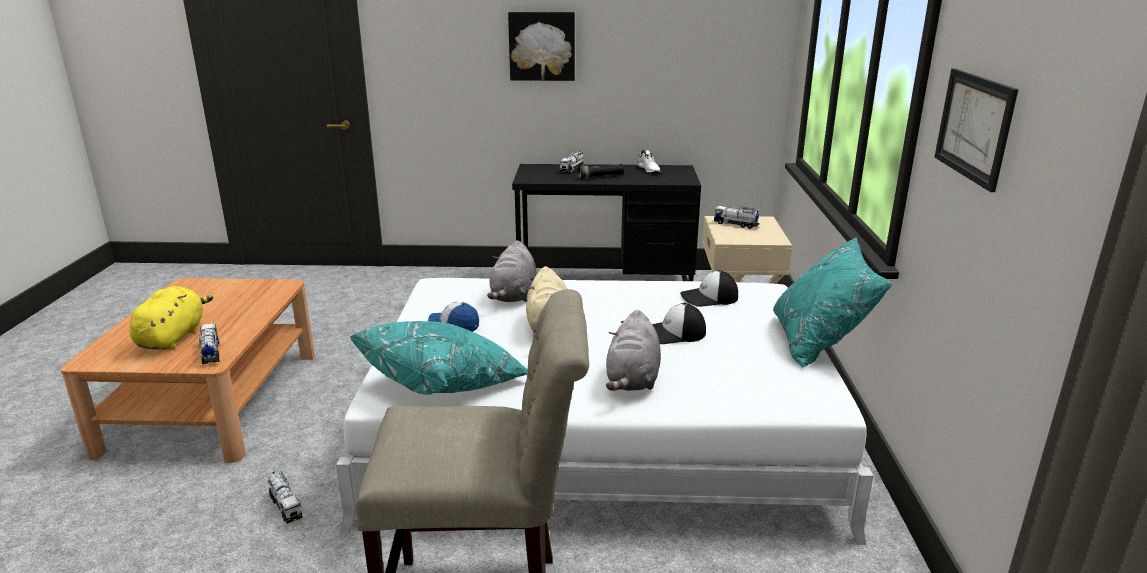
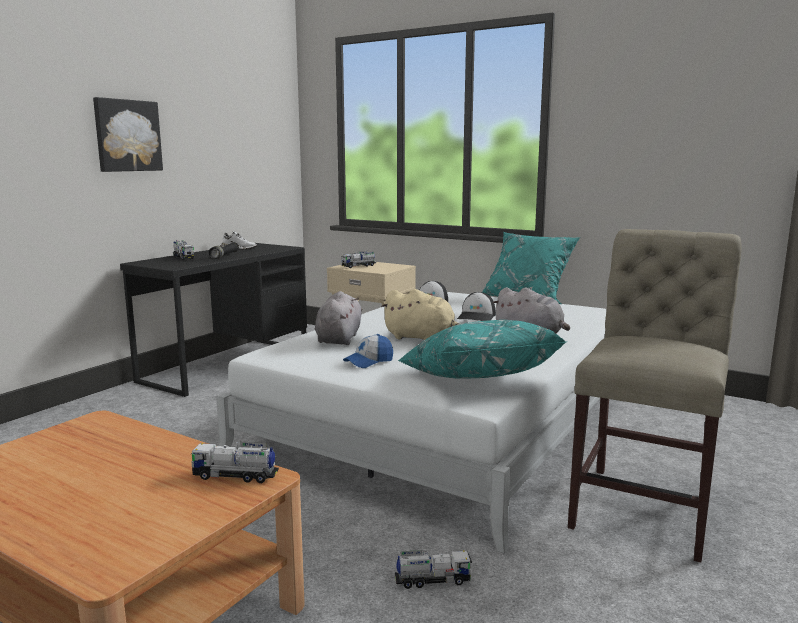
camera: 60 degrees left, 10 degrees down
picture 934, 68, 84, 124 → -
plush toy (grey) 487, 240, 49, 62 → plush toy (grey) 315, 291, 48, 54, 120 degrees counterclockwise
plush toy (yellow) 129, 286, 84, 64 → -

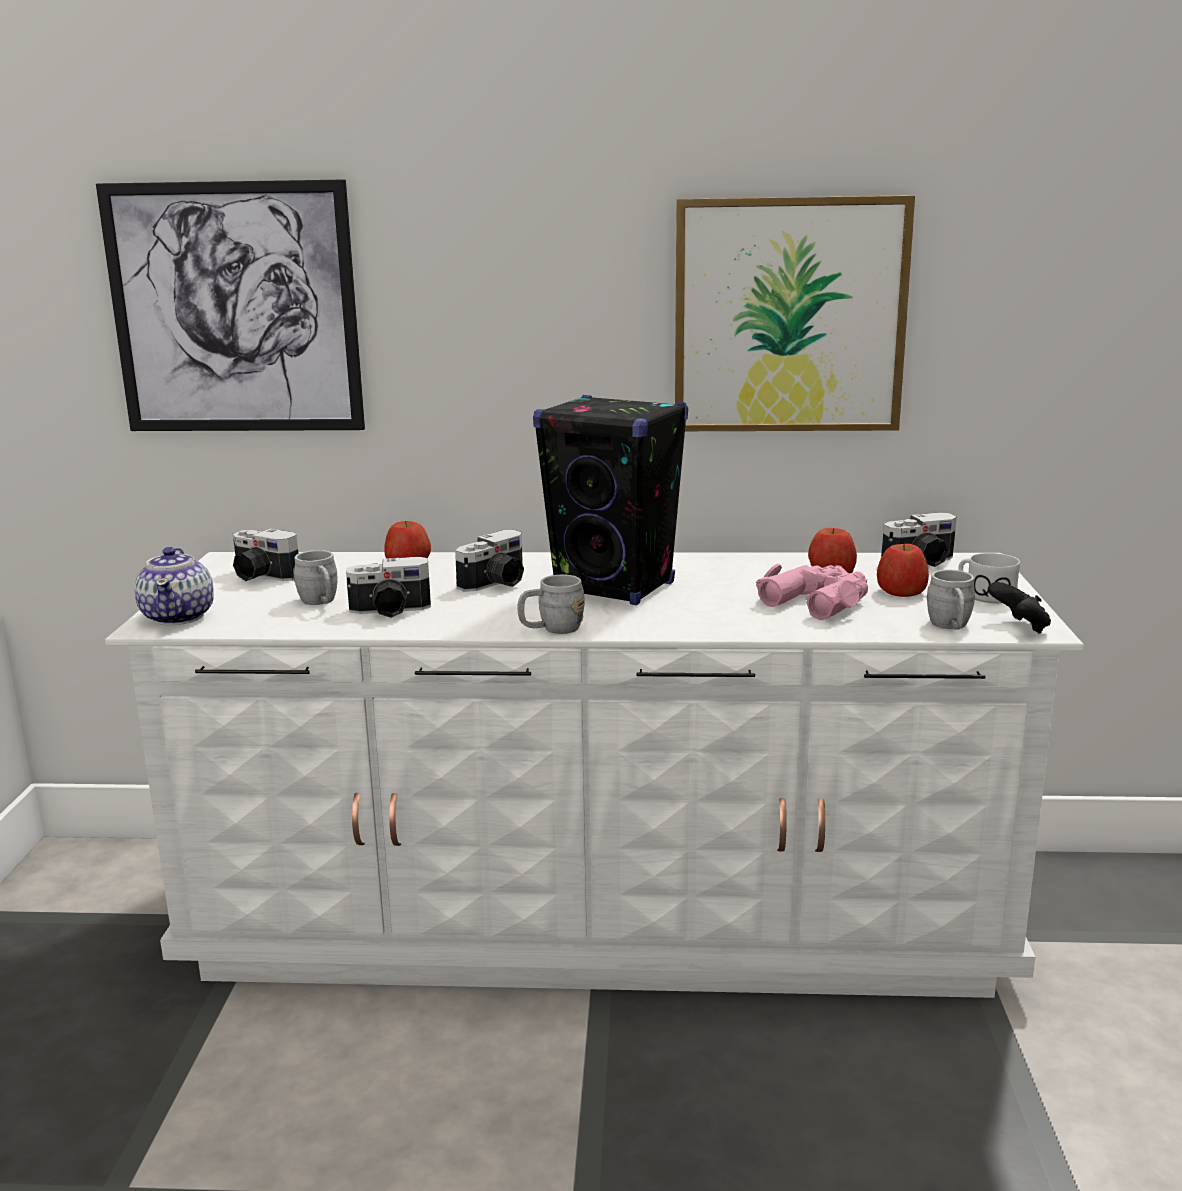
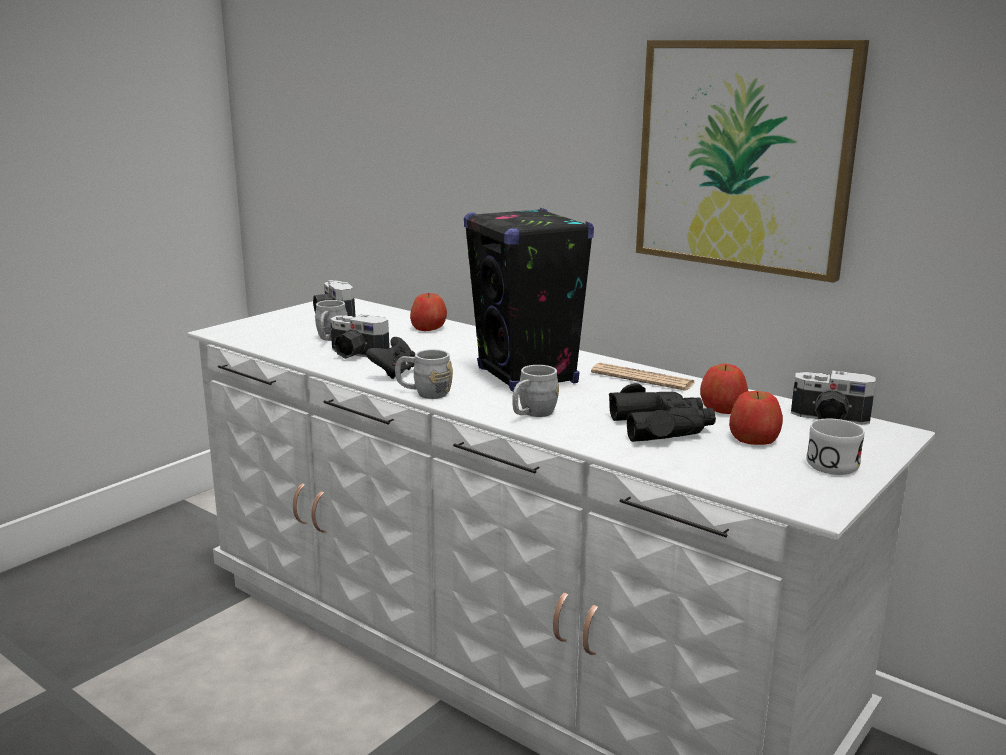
camera: 35 degrees right, 0 degrees up
picture 96, 179, 269, 252 → -
photo camera 455, 530, 69, 62 → -
teapot 135, 547, 79, 78 → -
binoculars (pink) 756, 564, 112, 56 → binoculars (black) 609, 383, 107, 59
mug (grey) 927, 570, 48, 60 → mug (grey) 512, 365, 47, 52, move
game controller (black) 988, 582, 63, 52 → game controller (black) 366, 337, 49, 42, move
- → newspaper 591, 363, 104, 28

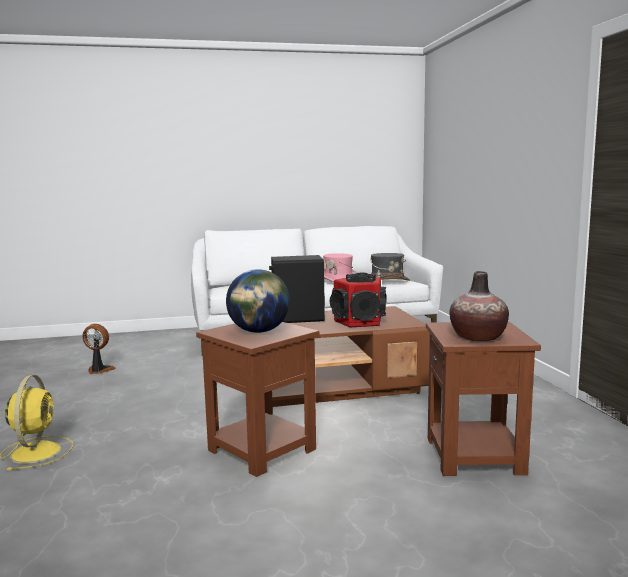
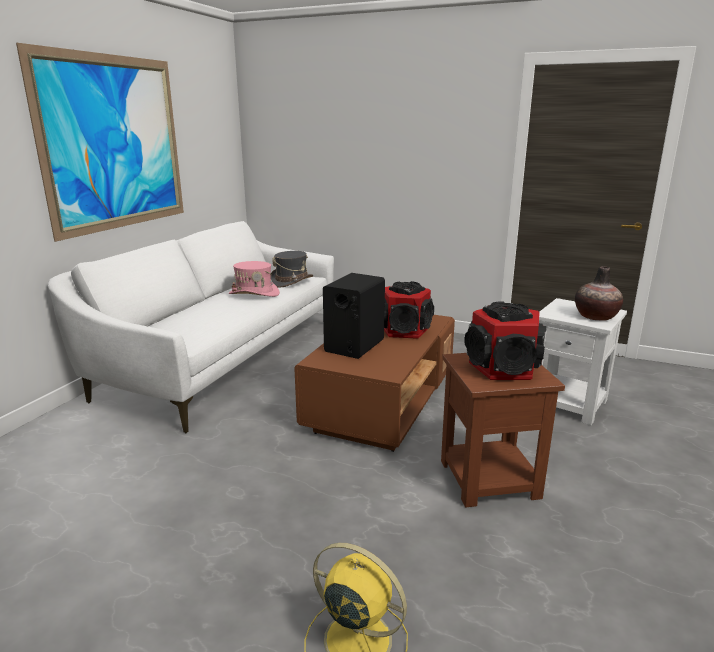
camera: 55 degrees left, 10 degrees up
globe 226, 269, 64, 64 → speaker 465, 301, 81, 79
side table (brown) 426, 321, 115, 155 → side table (white) 539, 298, 88, 127
fan 82, 324, 34, 50 → -
- → picture 16, 43, 168, 199

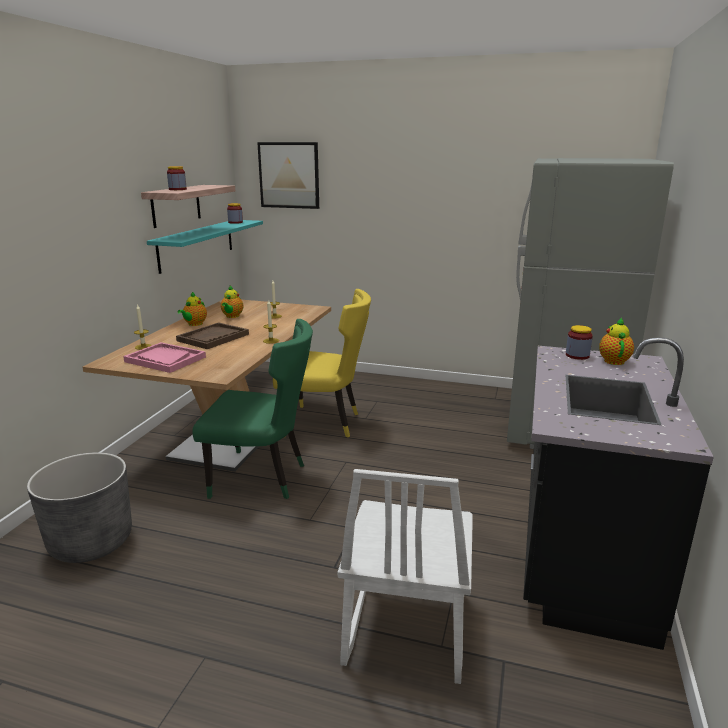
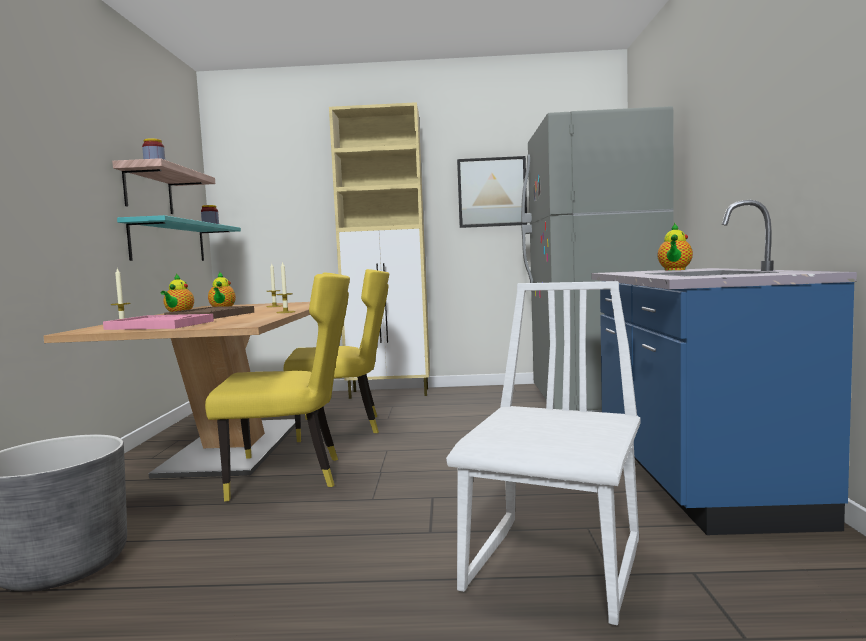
camera: 15 degrees left, 15 degrees down
picture 257, 142, 62, 67 → picture 457, 156, 70, 72, move
teapot 599, 318, 35, 47 → teapot 658, 223, 35, 47, 150 degrees counterclockwise
chair (green) 192, 319, 121, 180 → chair (yellow) 205, 272, 145, 229
jar 566, 325, 27, 35 → -
counter (black) 523, 338, 191, 312 → counter (blue) 592, 200, 265, 335
chair (white) 338, 469, 135, 215 → chair (white) 446, 281, 194, 344, 150 degrees counterclockwise
- → cabinet (beige) 329, 102, 101, 297

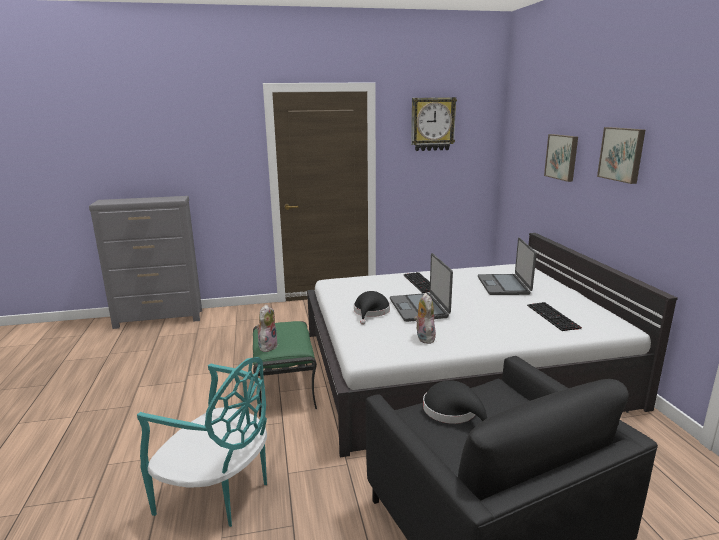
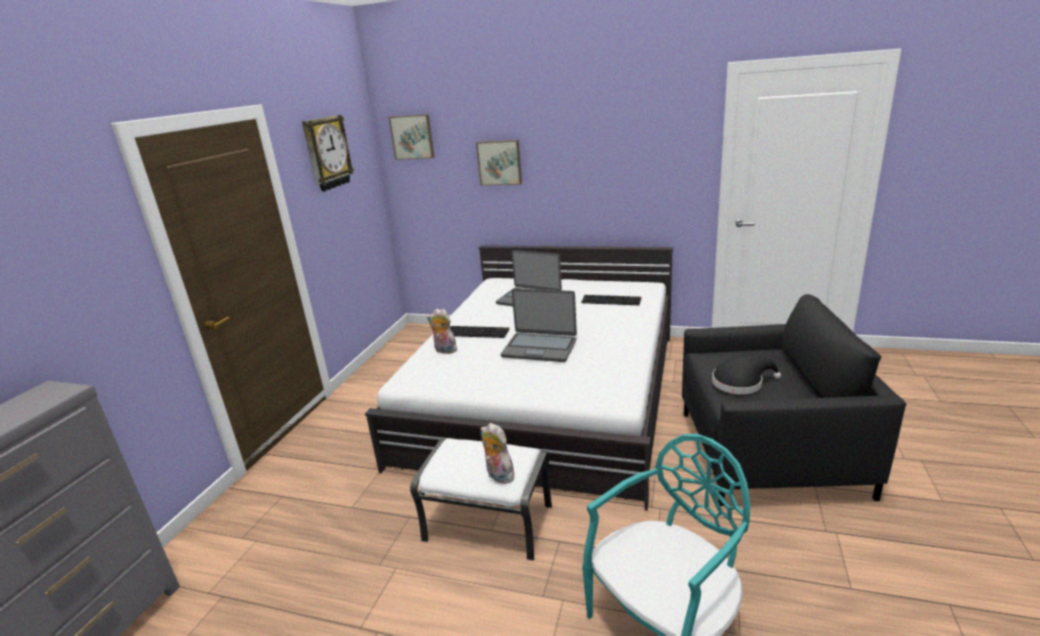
camera: 60 degrees left, 5 degrees up
picture 597, 127, 48, 57 → picture 388, 114, 47, 46, move
hat (black) 354, 291, 36, 34 → -
plush toy 414, 293, 22, 51 → plush toy 427, 309, 30, 45, move
ottoman (green) 253, 321, 64, 96 → ottoman (white) 410, 438, 142, 123

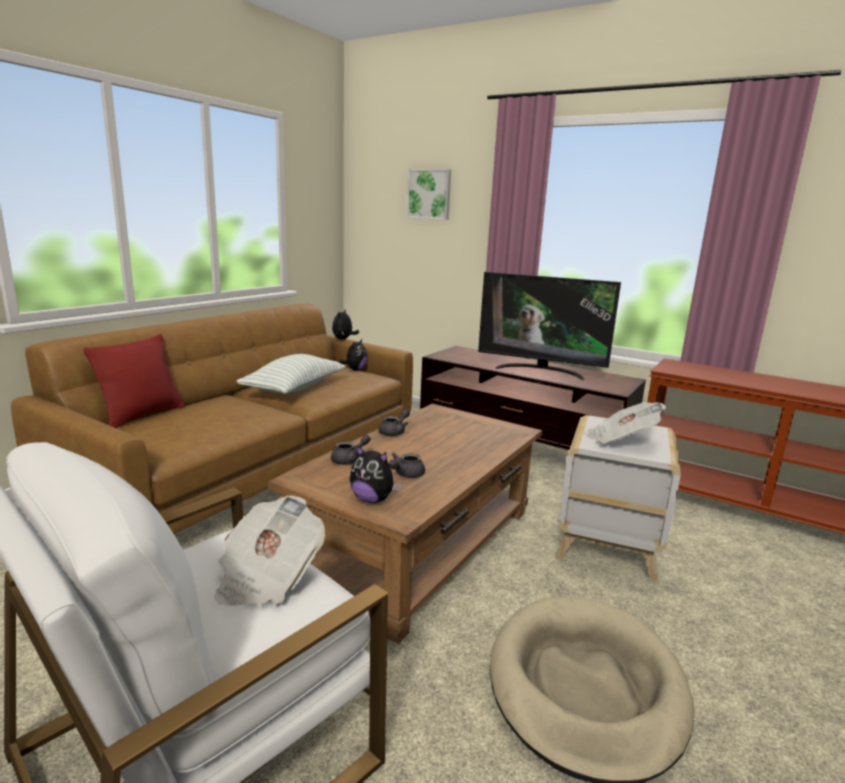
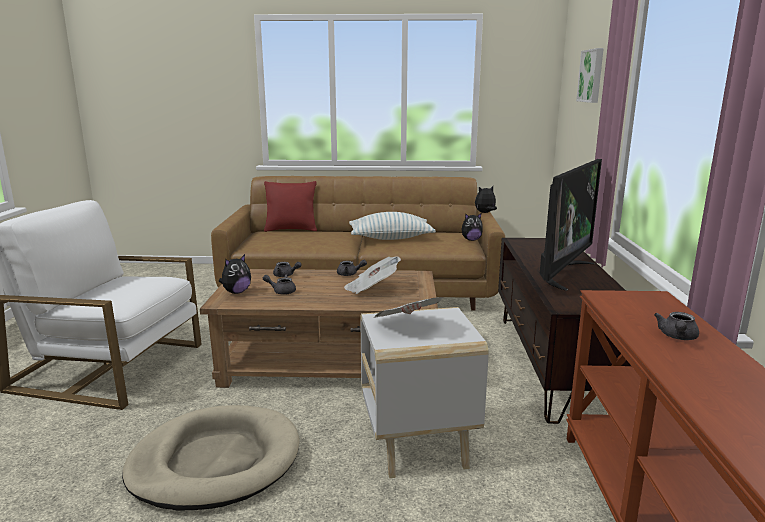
camera: 60 degrees right, 0 degrees up
television 478, 272, 143, 108 → television 540, 159, 62, 132, 135 degrees counterclockwise
plush toy 350, 445, 51, 58 → plush toy 219, 254, 32, 40, 135 degrees counterclockwise
newspaper 214, 495, 111, 111 → newspaper 344, 257, 57, 37, move
- → teapot (grey) 654, 312, 45, 28

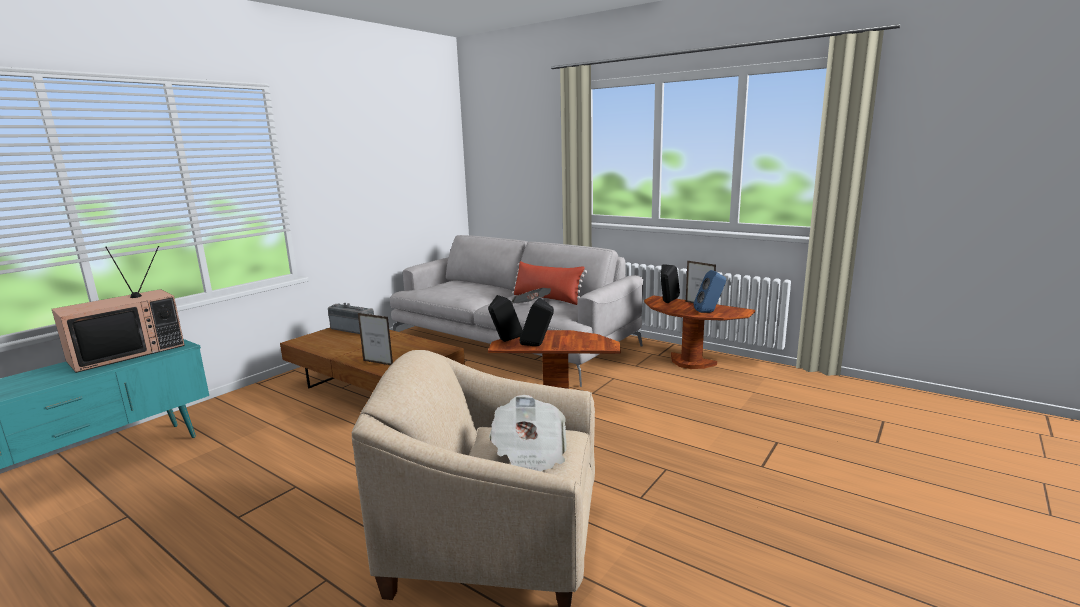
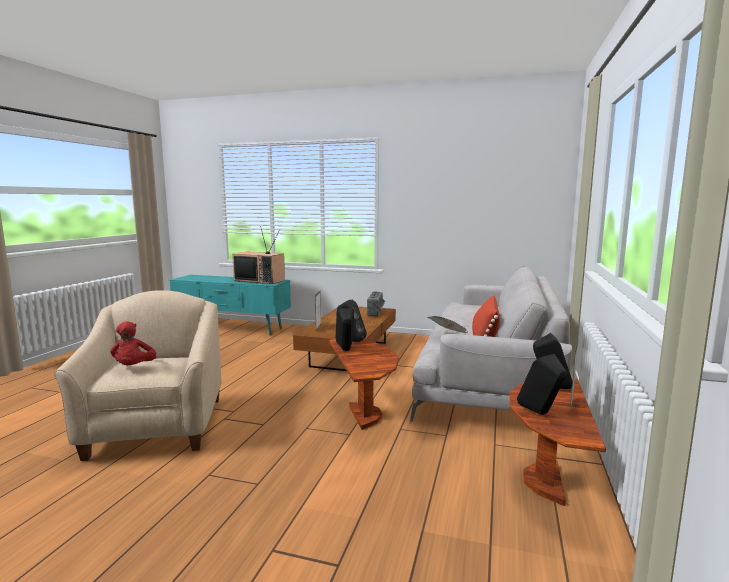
camera: 70 degrees right, 5 degrees down
speaker (blue) 694, 270, 32, 43 → speaker (black) 517, 354, 50, 61
newspaper 489, 395, 78, 77 → plush toy (red) 110, 321, 46, 44

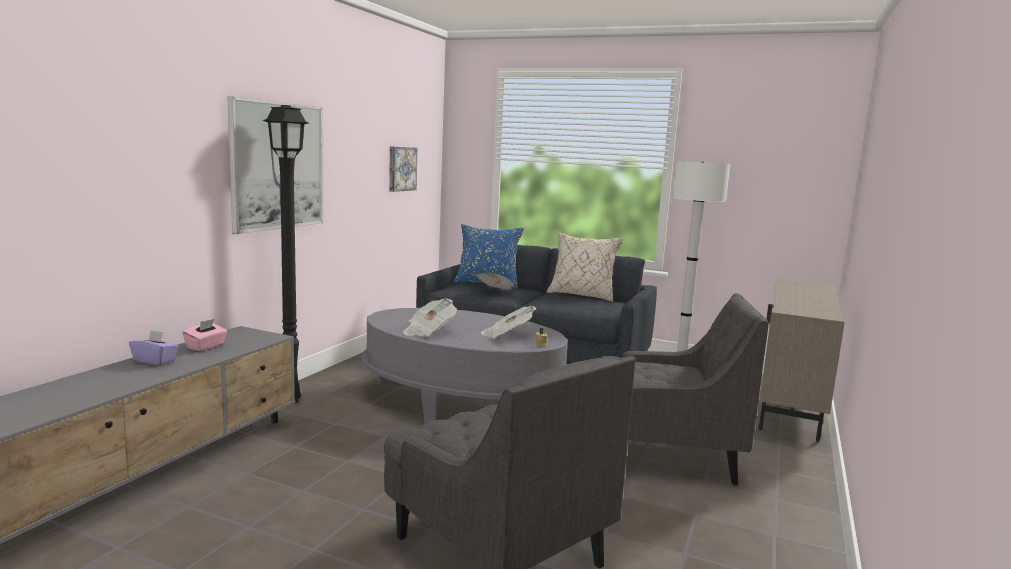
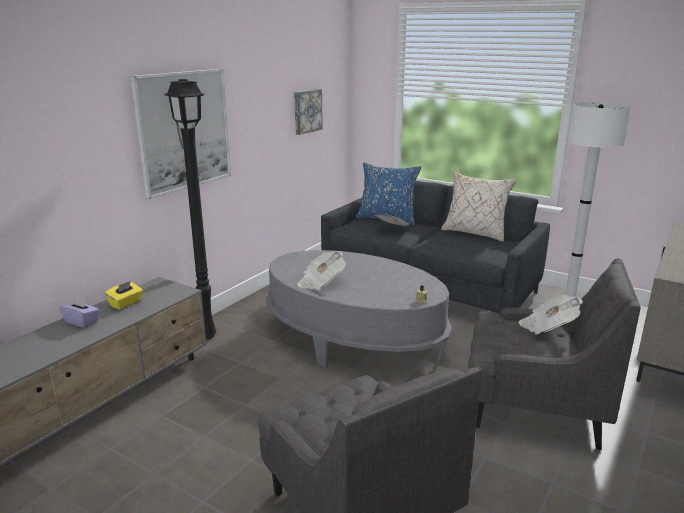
camera: 10 degrees right, 10 degrees up
newspaper 481, 306, 55, 32 → newspaper 518, 295, 65, 39, move
tissue box (pink) 182, 319, 45, 32 → tissue box (yellow) 105, 281, 38, 29

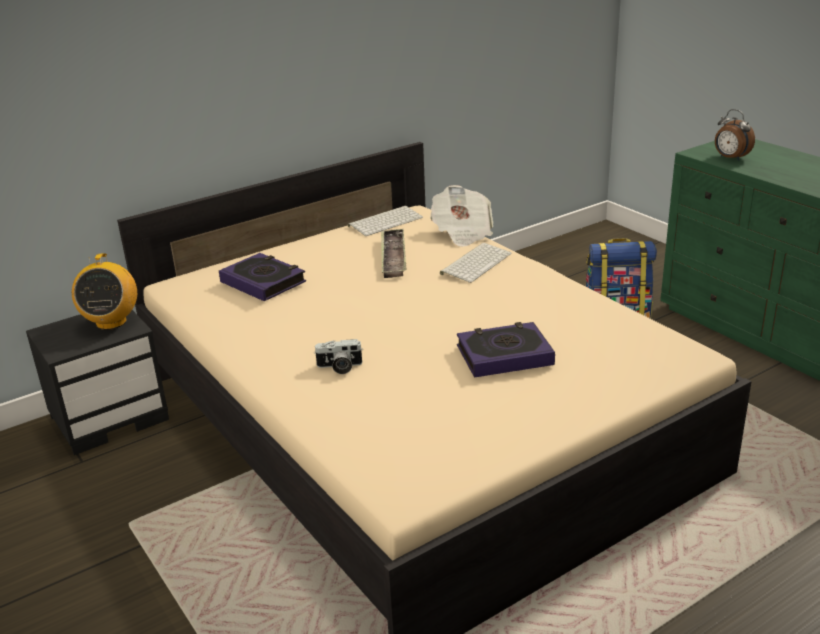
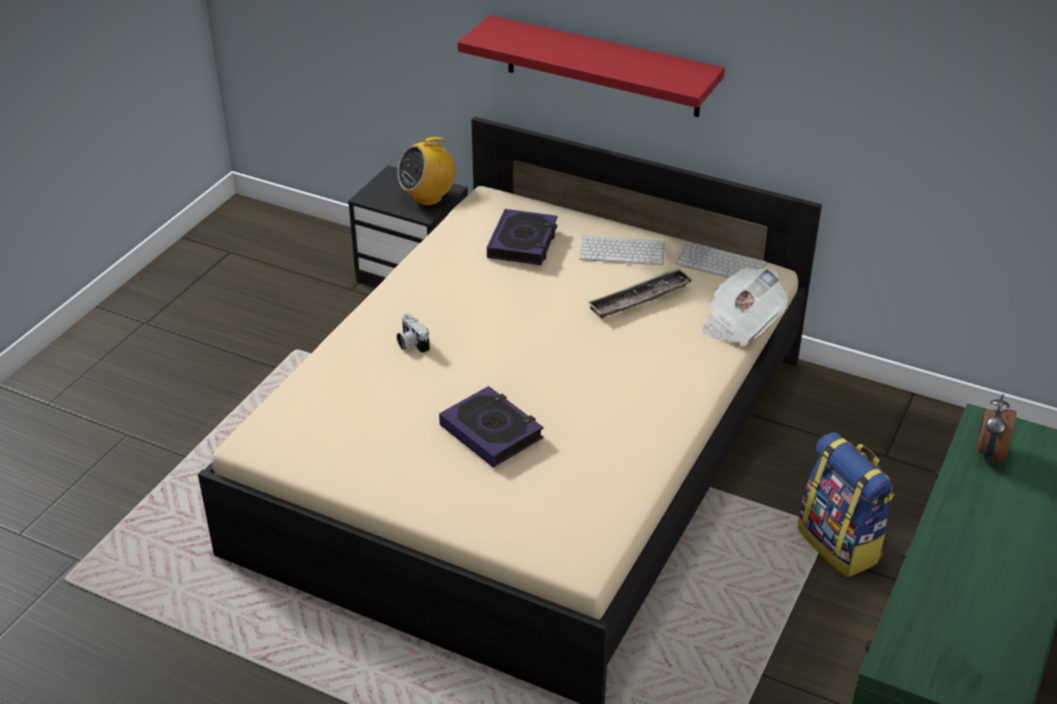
camera: 60 degrees right, 10 degrees up
keyboard 440, 243, 72, 40 → keyboard 579, 235, 86, 30, move
- → shelf (red) 458, 15, 267, 102

